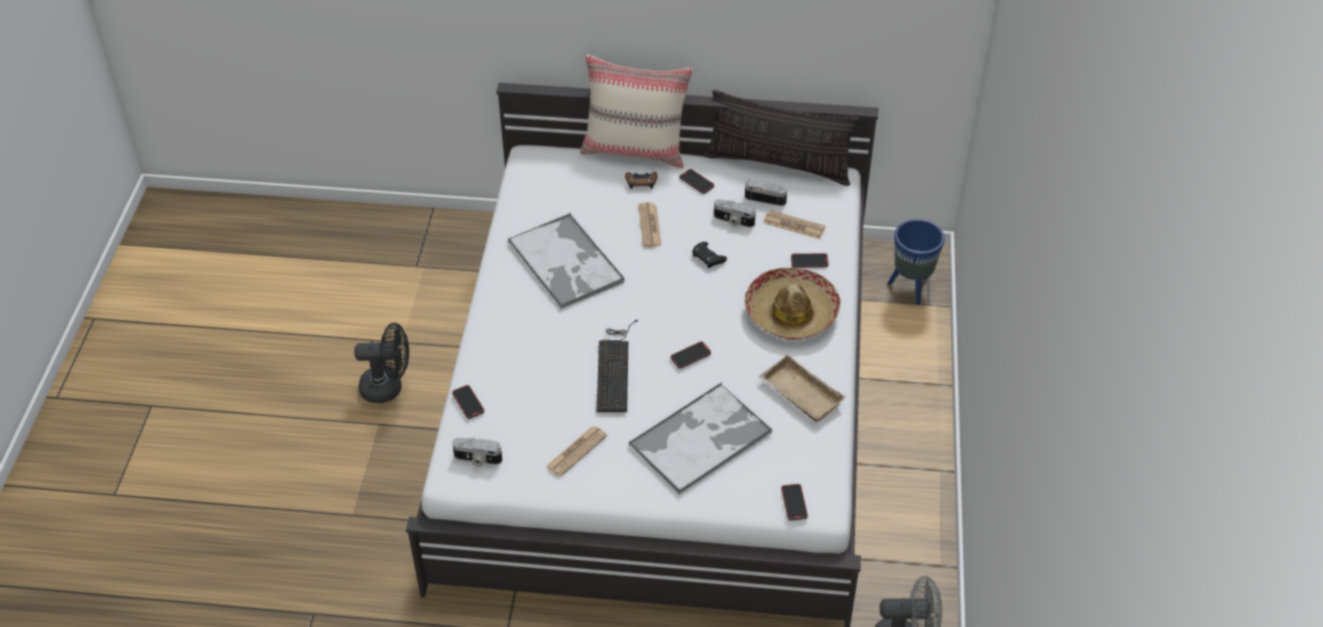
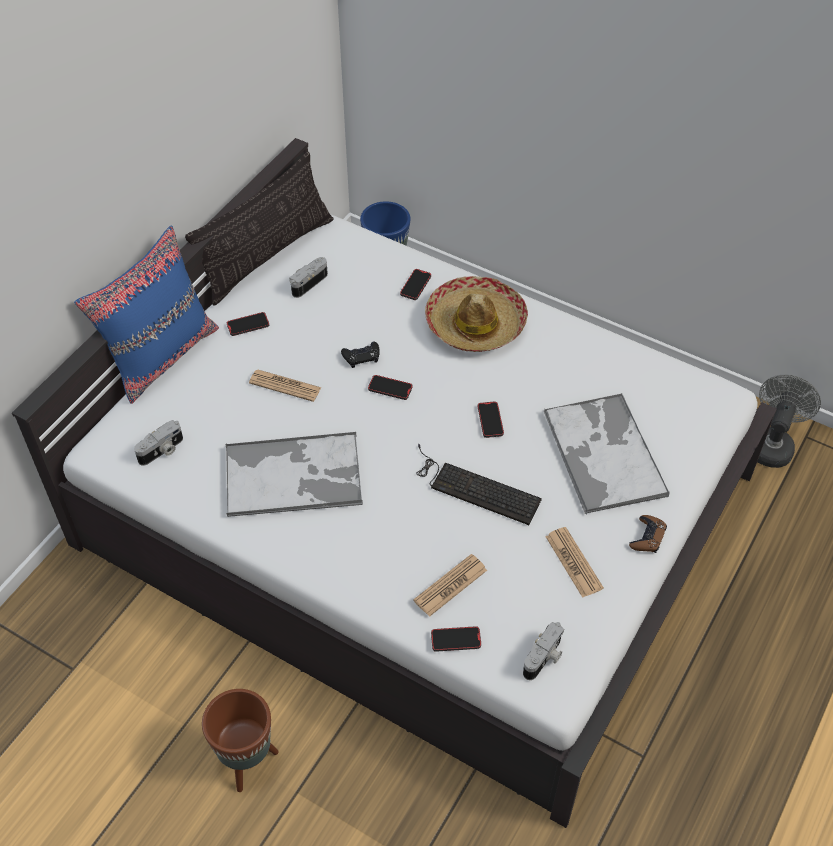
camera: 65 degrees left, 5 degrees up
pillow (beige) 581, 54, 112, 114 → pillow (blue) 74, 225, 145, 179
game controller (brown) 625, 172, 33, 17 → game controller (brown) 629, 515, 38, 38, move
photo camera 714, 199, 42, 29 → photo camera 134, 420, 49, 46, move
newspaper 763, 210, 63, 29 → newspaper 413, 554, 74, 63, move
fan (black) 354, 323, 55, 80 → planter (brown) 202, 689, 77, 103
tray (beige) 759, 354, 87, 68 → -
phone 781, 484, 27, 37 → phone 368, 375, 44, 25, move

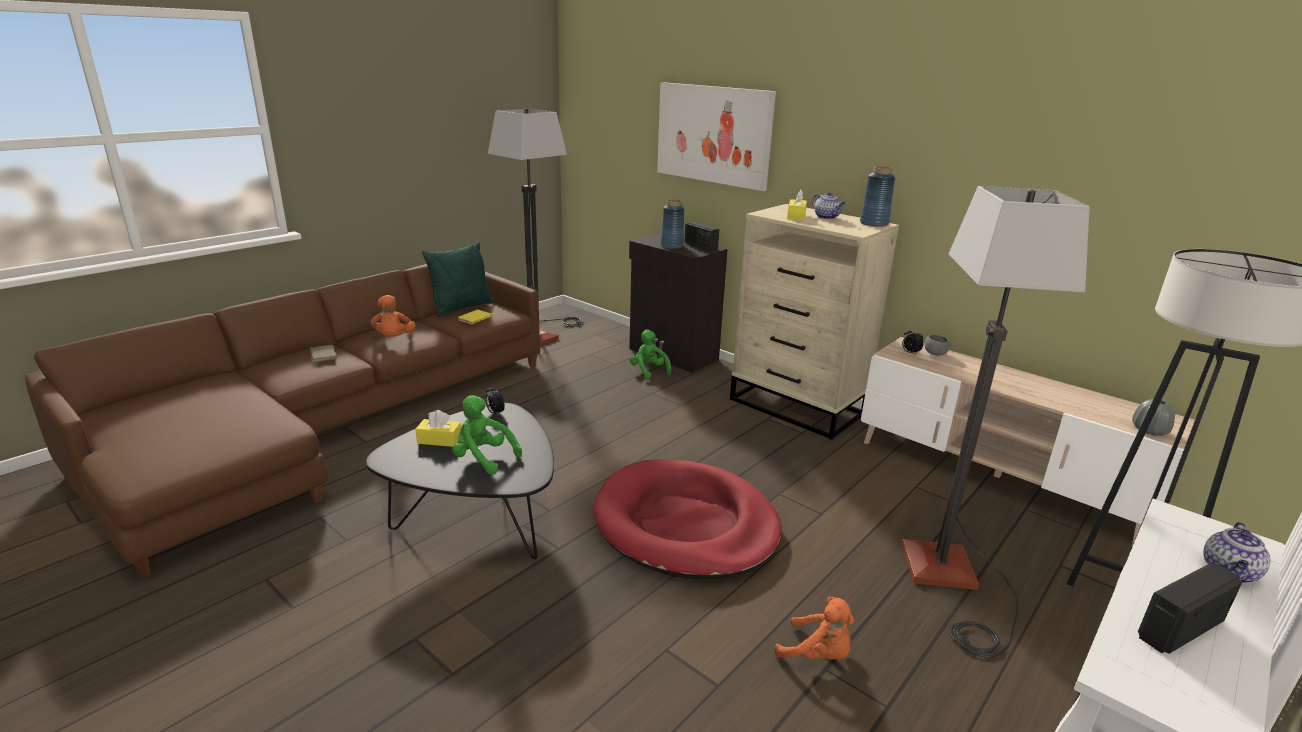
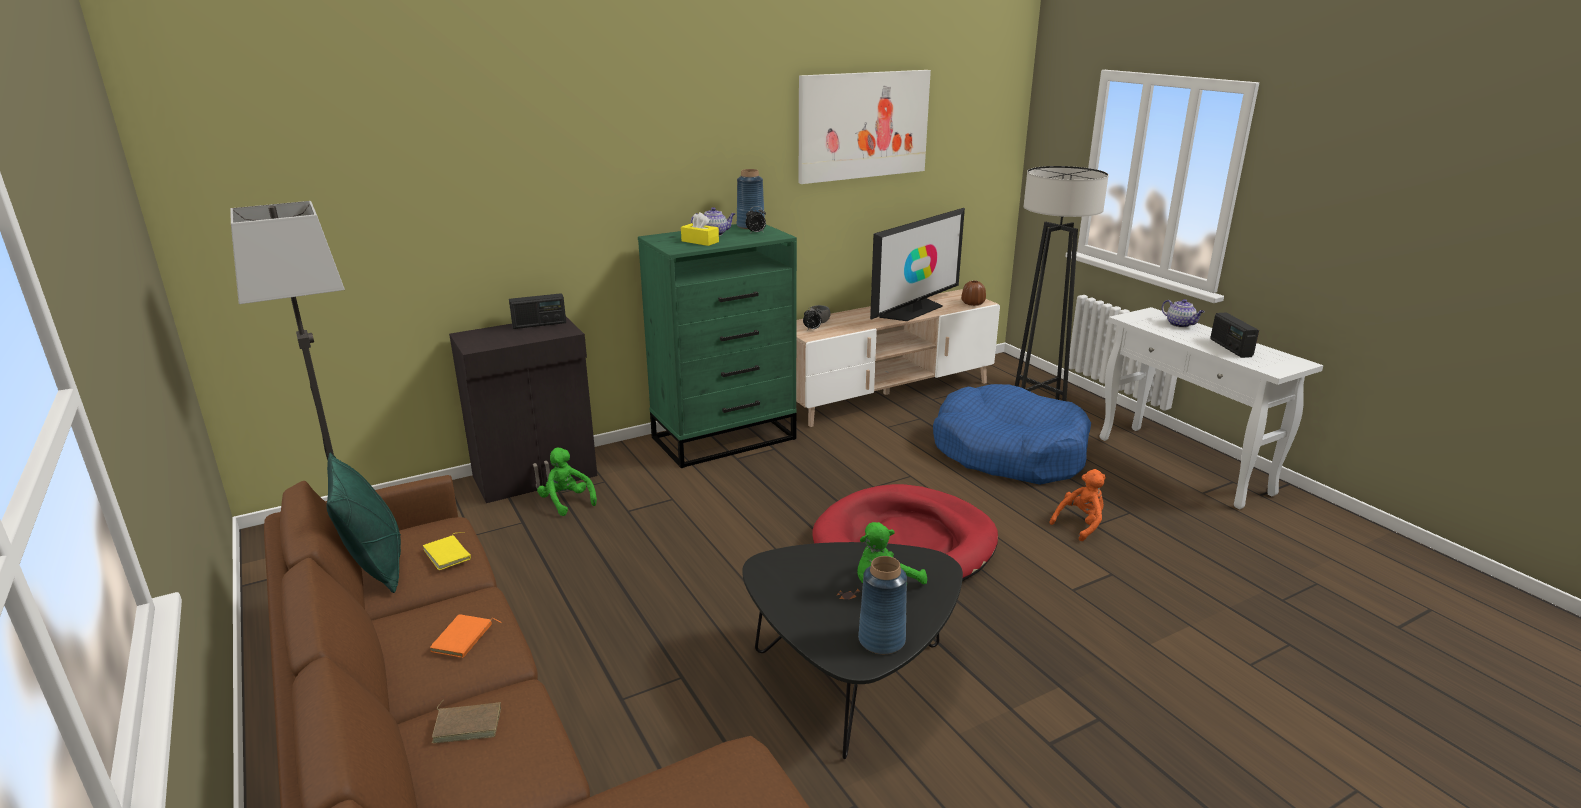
camera: 70 degrees left, 0 degrees up
picture 657, 82, 119, 109 → picture 799, 70, 132, 114, move
floor lamp 902, 186, 188, 471 → dog bed (blue) 933, 384, 158, 101
vase (blue) 661, 199, 23, 50 → vase (blue) 858, 556, 49, 98, move
dresser (beige) 730, 204, 169, 236 → dresser (green) 638, 224, 159, 244
plush toy (orange) 371, 295, 45, 42 → book (orange) 430, 614, 72, 44
plush toy (green) 630, 330, 41, 49 → plush toy (green) 537, 447, 60, 69, 60 degrees clockwise
alarm clock 485, 385, 20, 30 → alarm clock 746, 206, 20, 28, move
vase (grey) 1132, 399, 43, 37 → vase (brown) 961, 280, 25, 26
tissue box (yellow) 415, 410, 46, 37 → -
- → television 870, 208, 95, 113

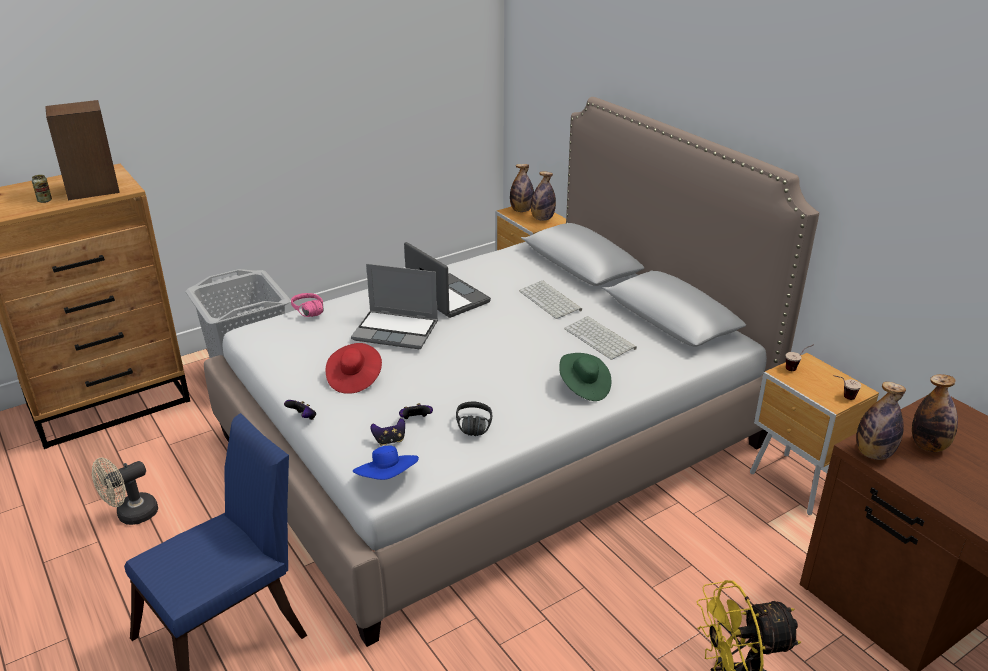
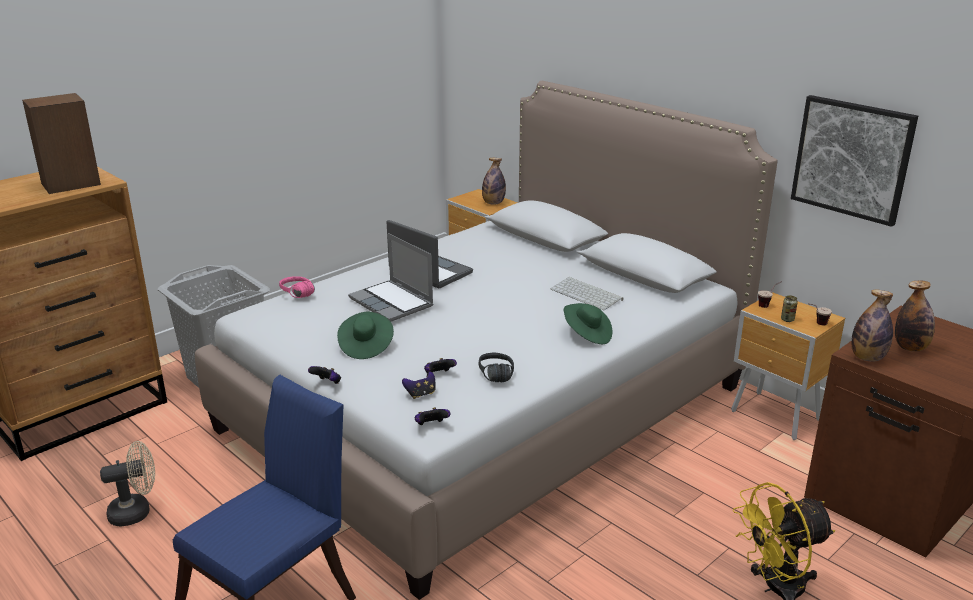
camera: 10 degrees left, 5 degrees down
bottle 510, 164, 24, 48 → -
can 32, 175, 20, 28 → can 781, 295, 17, 27, move
laptop 351, 264, 87, 85 → laptop 348, 233, 86, 89, 45 degrees clockwise
keyboard 519, 281, 63, 38 → -
hat (red) 326, 343, 56, 51 → hat (green) 337, 312, 57, 47
hat (blue) 353, 445, 66, 35 → game controller 415, 407, 35, 18
fan (beige) 92, 458, 66, 67 → fan (beige) 100, 441, 55, 86, 150 degrees counterclockwise
- → picture 791, 95, 127, 132

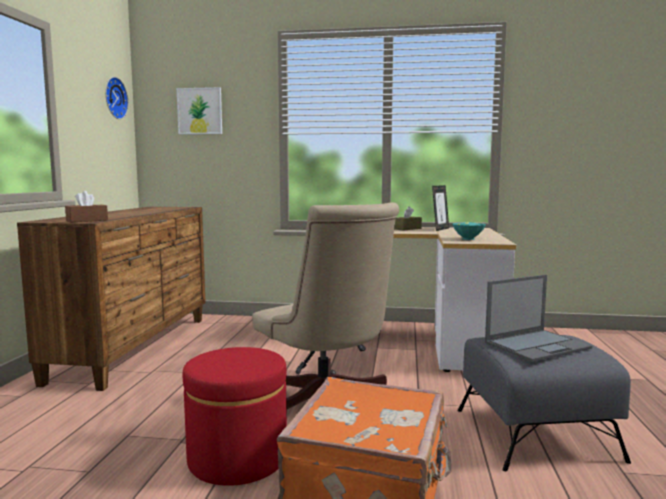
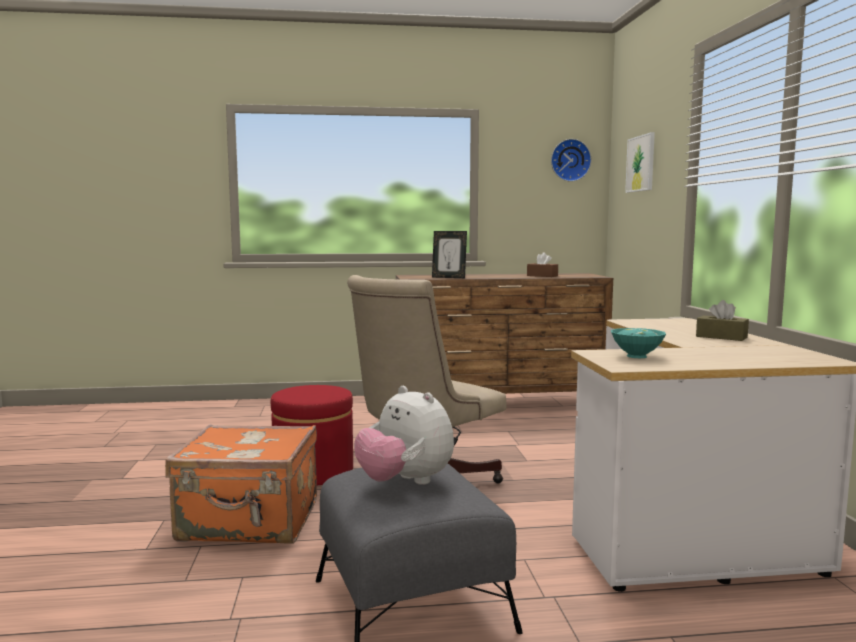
camera: 75 degrees right, 0 degrees up
picture frame 432, 185, 17, 46 → picture frame 432, 231, 35, 47, move
tissue box (brown) 65, 191, 43, 31 → tissue box (brown) 527, 252, 31, 25, move
laptop 485, 275, 107, 87 → plush toy 354, 386, 100, 99

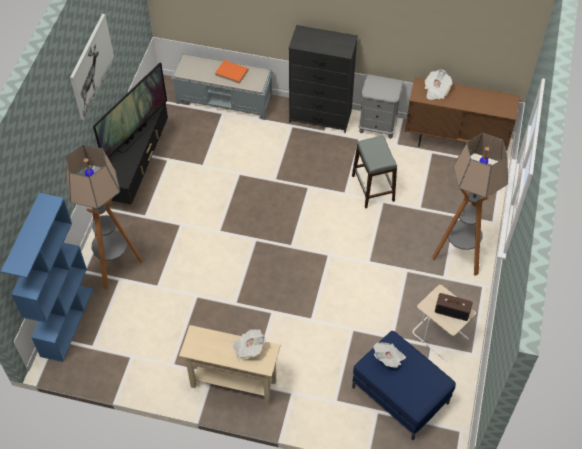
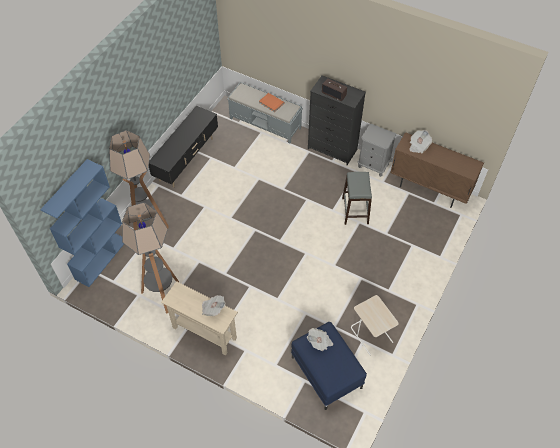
camera: 15 degrees right, 0 degrees up
picture 70, 14, 44, 106 → -
television 93, 62, 74, 96 → -
floor lamp 432, 133, 76, 143 → floor lamp 122, 202, 57, 112, move
radio 435, 293, 38, 28 → radio 322, 78, 25, 23, move

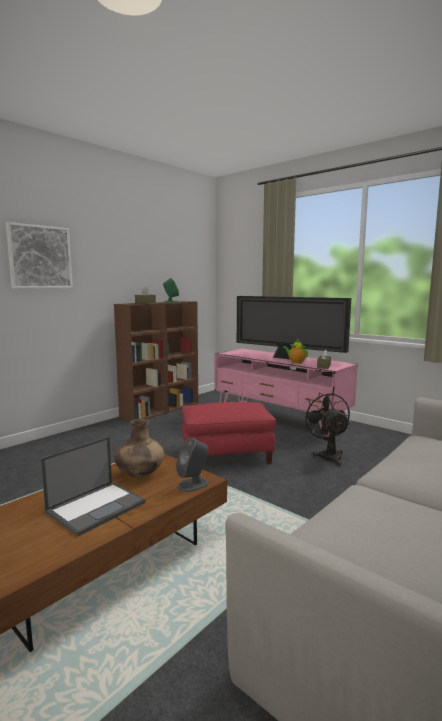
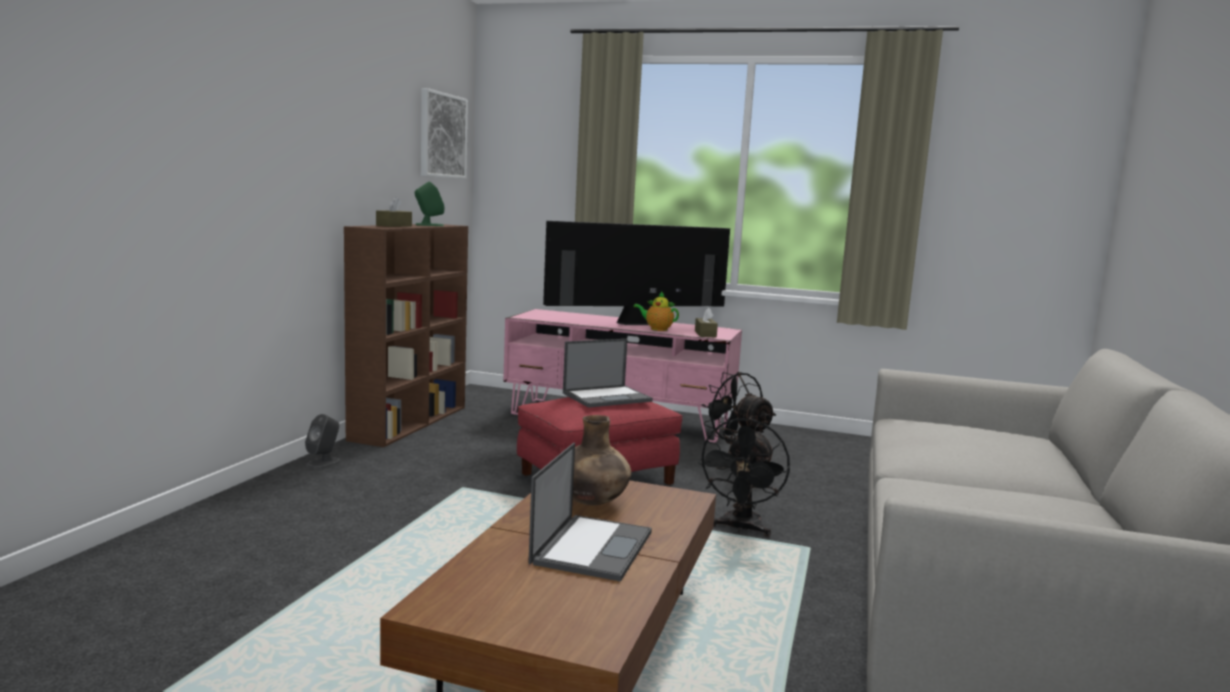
camera: 25 degrees left, 0 degrees up
picture 6, 222, 67, 67 → picture 421, 88, 47, 91, move
television 237, 296, 114, 64 → television 543, 221, 187, 104, 150 degrees clockwise
speaker (grey) 176, 438, 33, 54 → speaker (grey) 305, 414, 35, 55, move
- → laptop 563, 339, 90, 69
- → fan (black) 698, 418, 92, 119

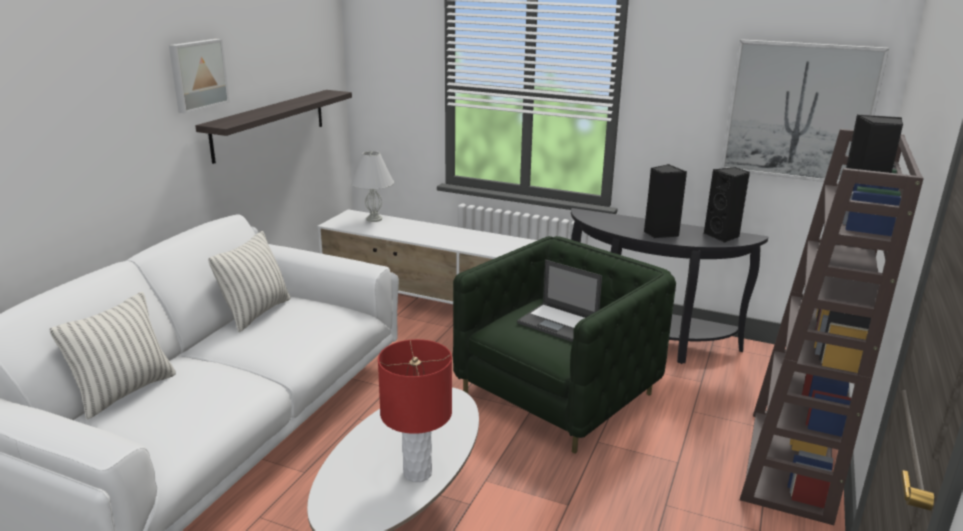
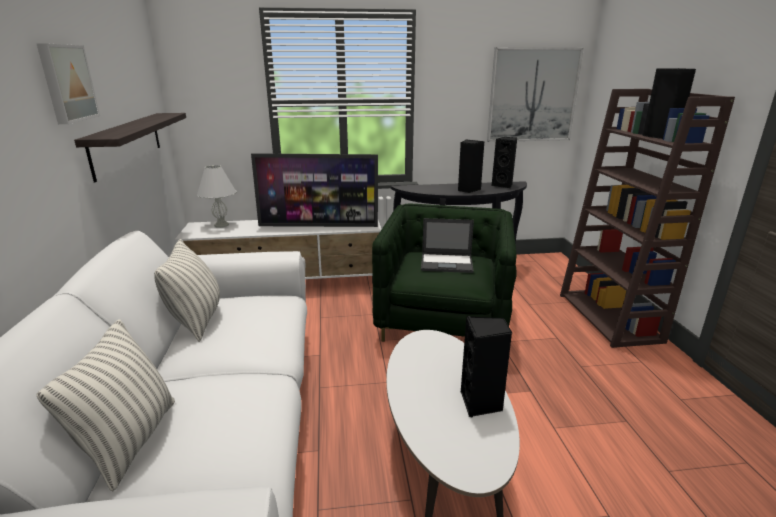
camera: 30 degrees left, 0 degrees up
table lamp (red) 378, 339, 74, 143 → speaker (black) 461, 316, 51, 101
- → television 251, 153, 127, 74

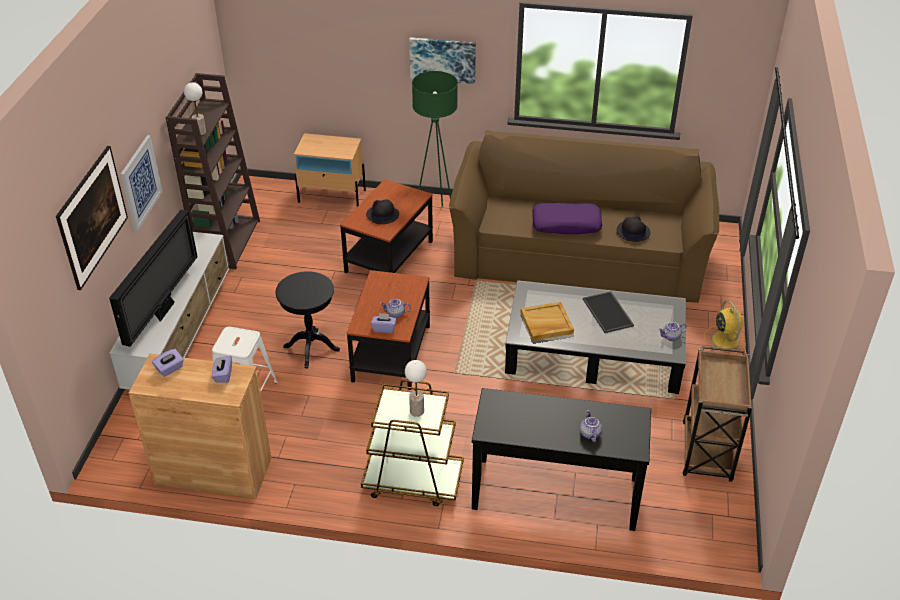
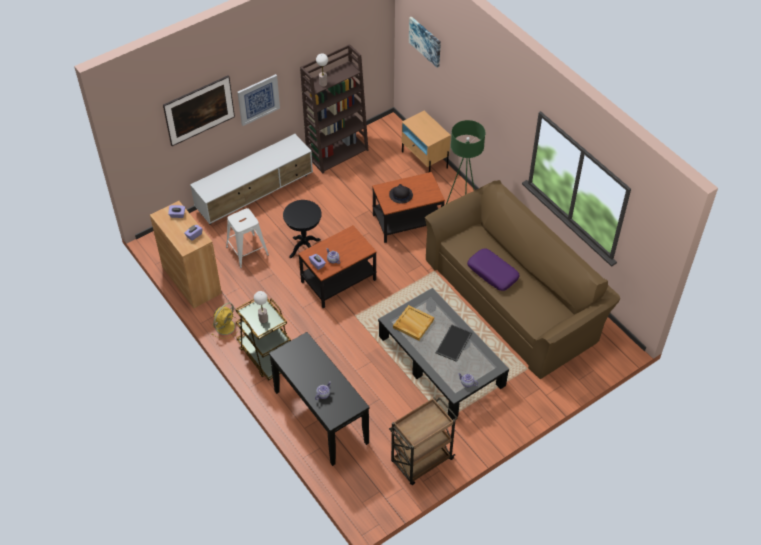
camera: 45 degrees right, 10 degrees up
picture 409, 37, 67, 47 → picture 409, 16, 32, 52, move
television 109, 210, 89, 137 → -
hat (black) 616, 216, 35, 26 → -
fan (yellow) 704, 301, 42, 53 → fan (yellow) 212, 303, 28, 36, move

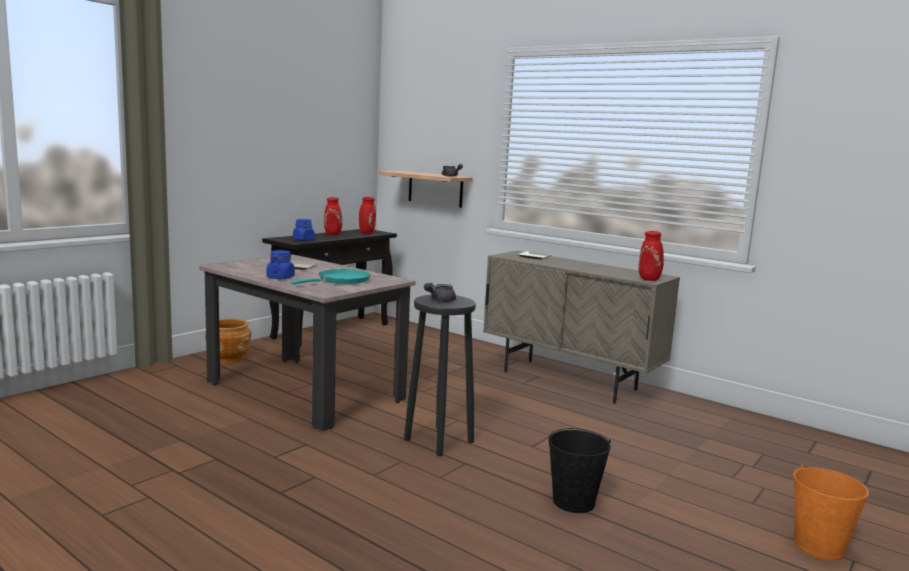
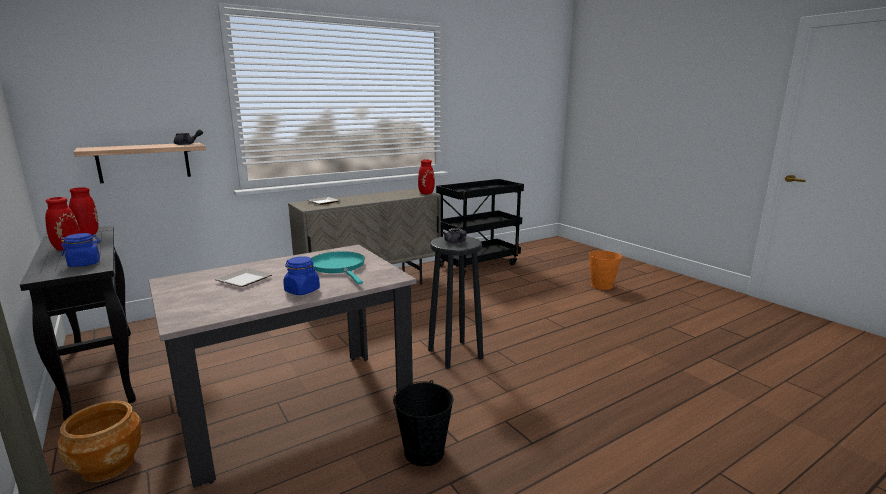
camera: 70 degrees left, 5 degrees up
bucket (black) 548, 428, 63, 85 → bucket (black) 393, 380, 60, 86, move
- → cart (black) 436, 179, 88, 97

